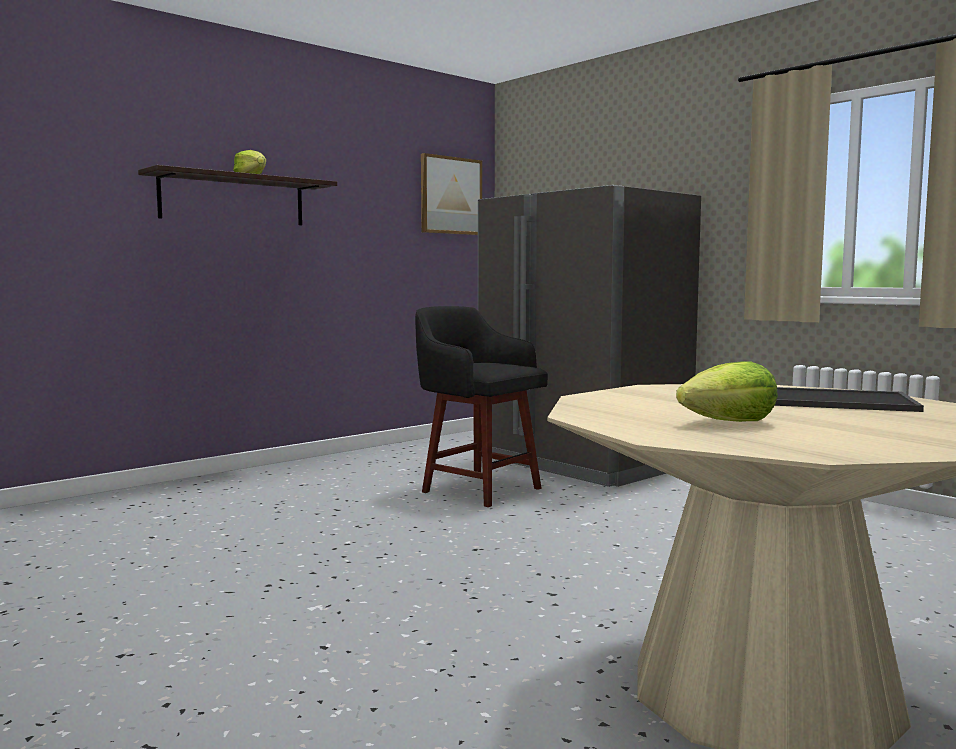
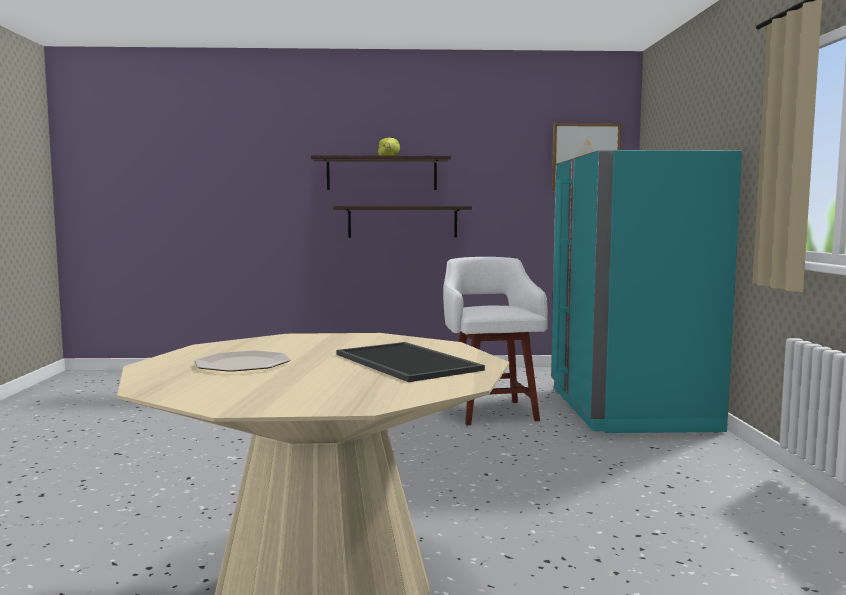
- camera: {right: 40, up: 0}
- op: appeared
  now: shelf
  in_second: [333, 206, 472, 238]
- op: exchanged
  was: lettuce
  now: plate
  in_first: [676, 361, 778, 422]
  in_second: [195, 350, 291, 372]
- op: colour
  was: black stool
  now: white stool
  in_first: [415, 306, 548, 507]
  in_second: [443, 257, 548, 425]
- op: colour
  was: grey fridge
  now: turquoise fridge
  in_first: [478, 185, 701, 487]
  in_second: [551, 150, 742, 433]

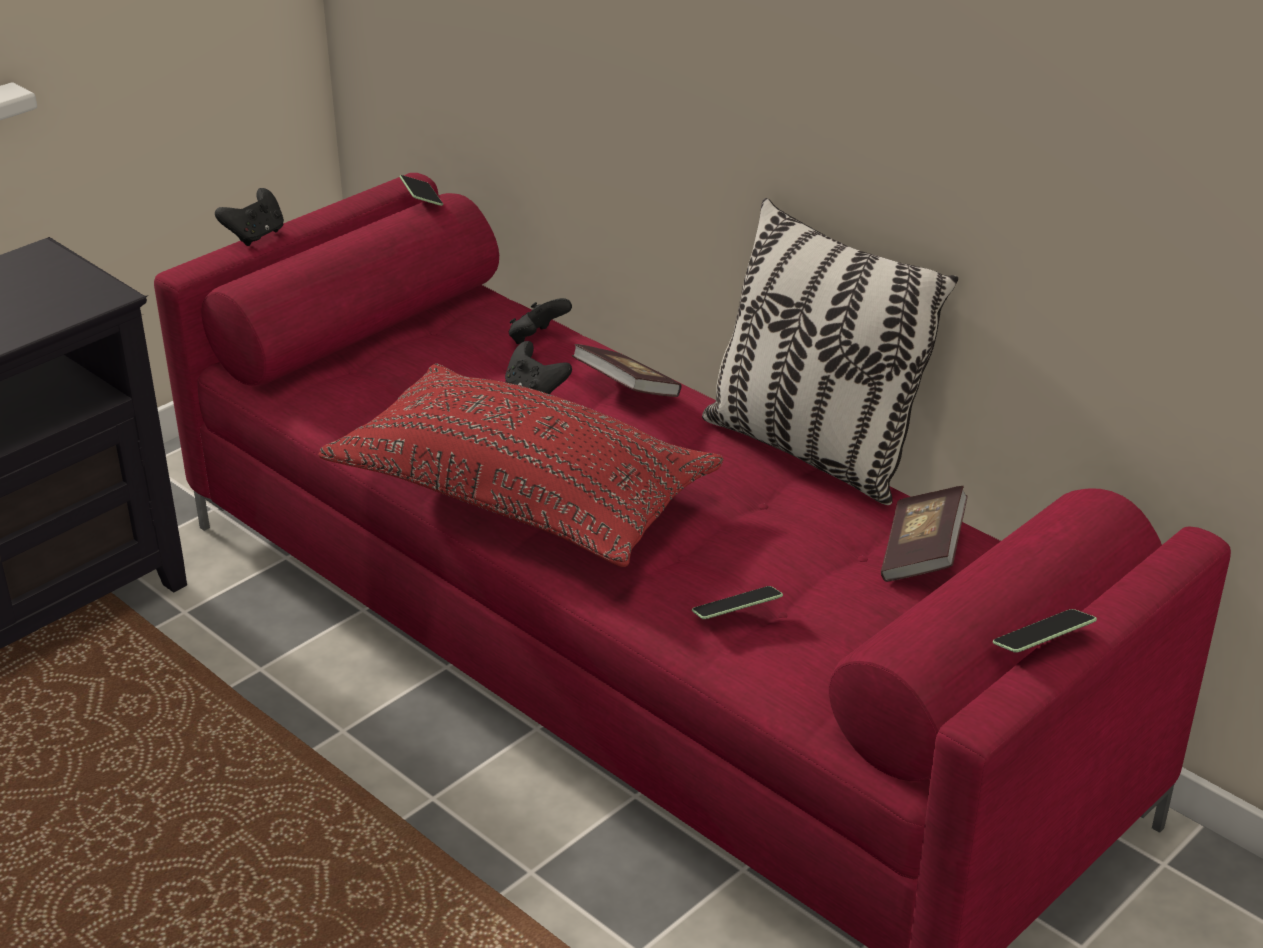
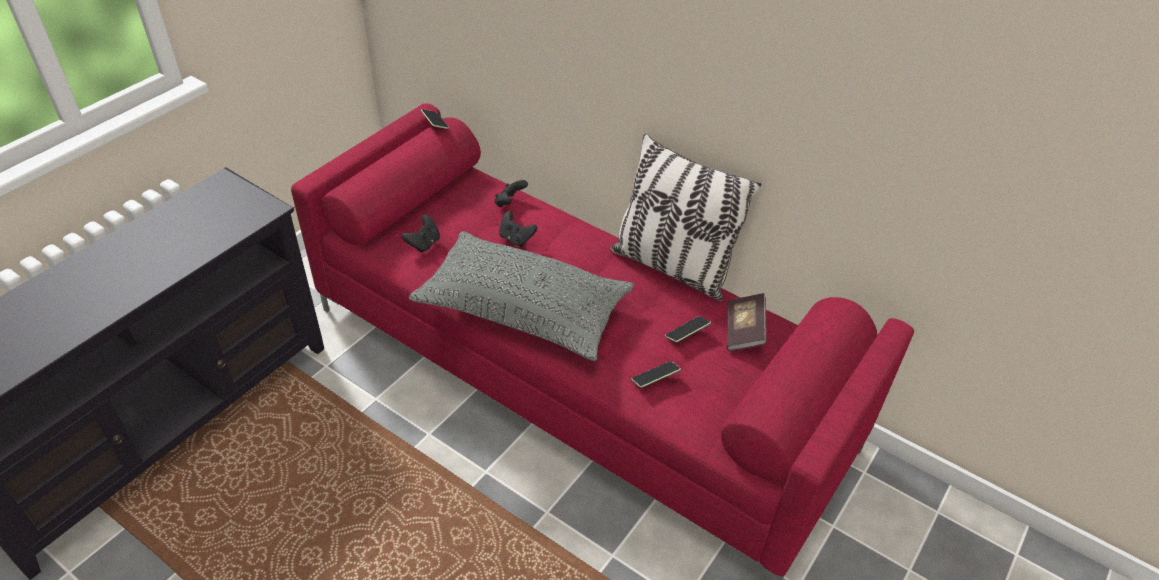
- camera: {right: -10, up: 10}
- op: missing
  was: book
  in_first: [572, 344, 681, 397]
- op: relocated
  was: black game controller
  in_first: [215, 188, 284, 246]
  in_second: [402, 215, 440, 253]
- op: relocated
  was: phone
  in_first: [993, 609, 1097, 653]
  in_second: [665, 316, 711, 342]
- op: colour
  was: red pillow
  now: grey pillow
  in_first: [318, 364, 724, 567]
  in_second: [409, 231, 634, 361]

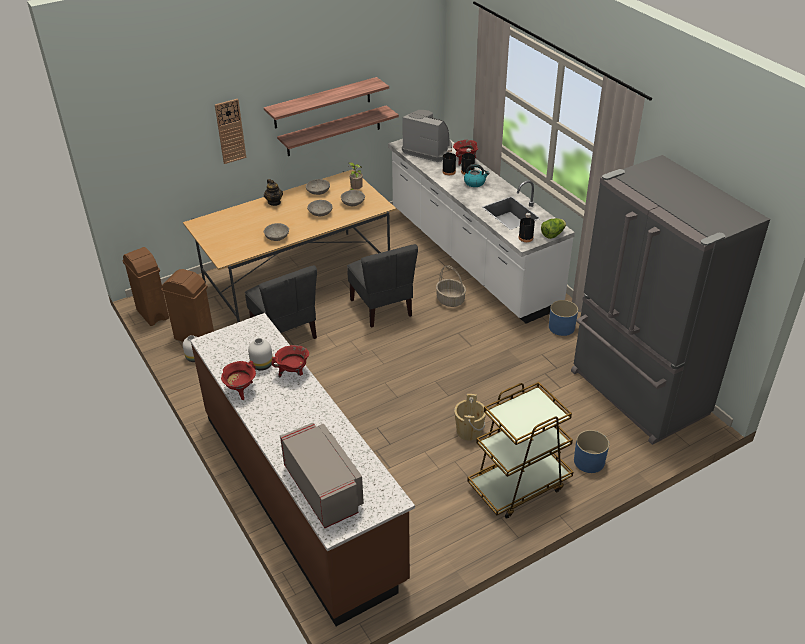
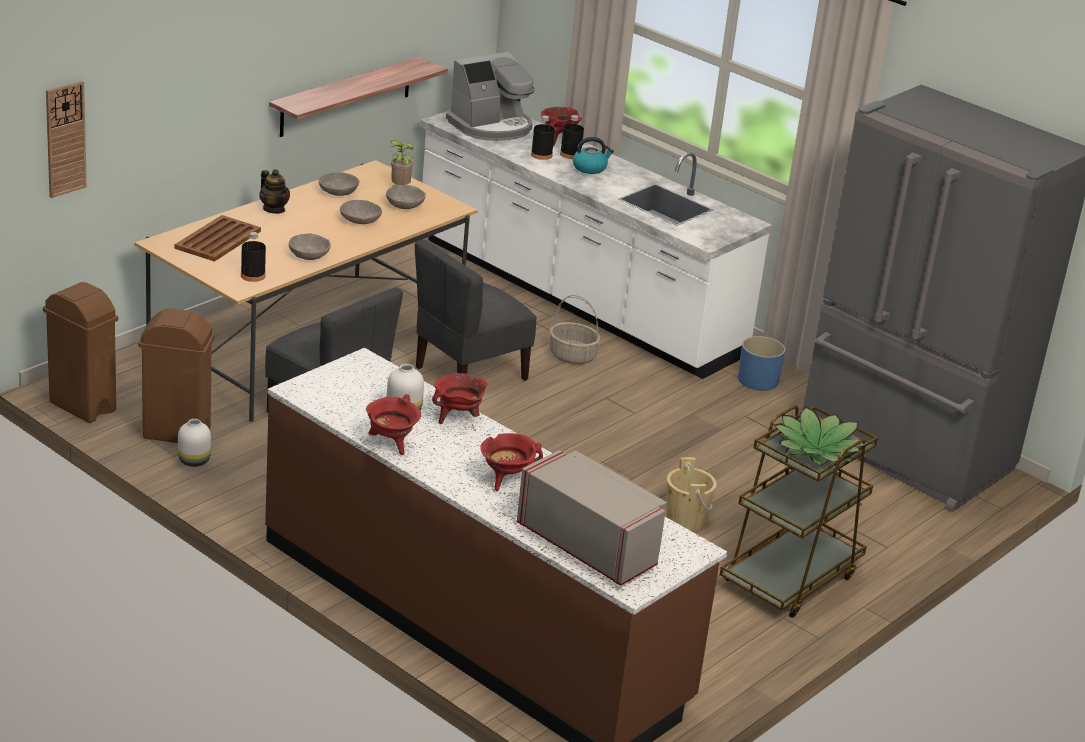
- camera: {right: -20, up: -10}
- op: missing
  was: shelf
  in_first: [264, 77, 389, 129]
- op: missing
  was: lettuce
  in_first: [541, 218, 566, 239]
- op: missing
  was: blue planter
  in_first: [574, 430, 609, 473]
- op: appeared
  now: brown tray
  in_second: [175, 215, 261, 262]
- op: appeared
  now: red cooking pot
  in_second: [480, 433, 543, 491]
- op: appeared
  now: potted plant
  in_second: [774, 406, 869, 466]
- op: relocated
  was: wall clock
  in_first: [215, 99, 246, 164]
  in_second: [46, 81, 87, 198]
- op: relocated
  was: black bottle
  in_first: [519, 213, 535, 242]
  in_second: [241, 232, 266, 282]
- op: spun
  was: grey chair
  in_first: [347, 244, 418, 328]
  in_second: [415, 239, 537, 381]
  clockwise: 90
- op: spun
  was: coffee machine
  in_first: [402, 110, 452, 162]
  in_second: [446, 52, 535, 141]
  clockwise: 135

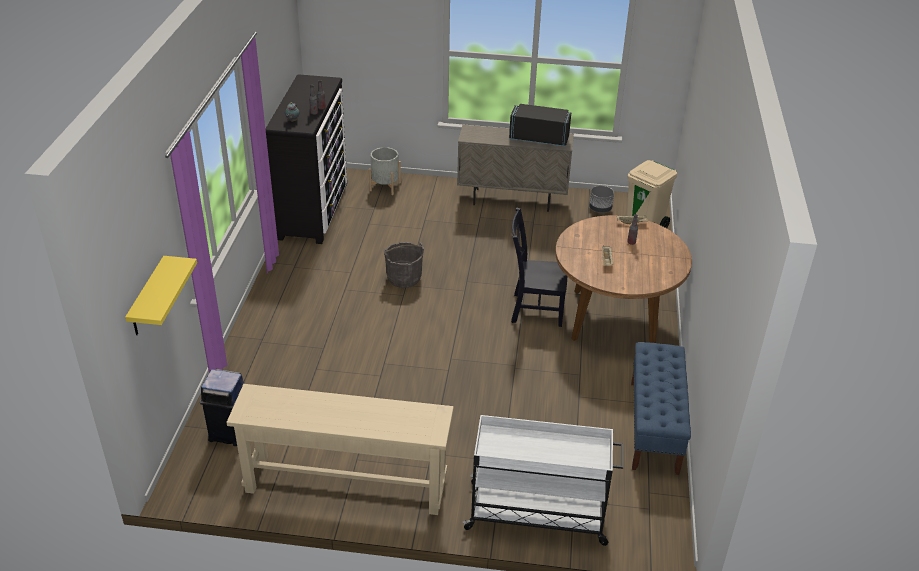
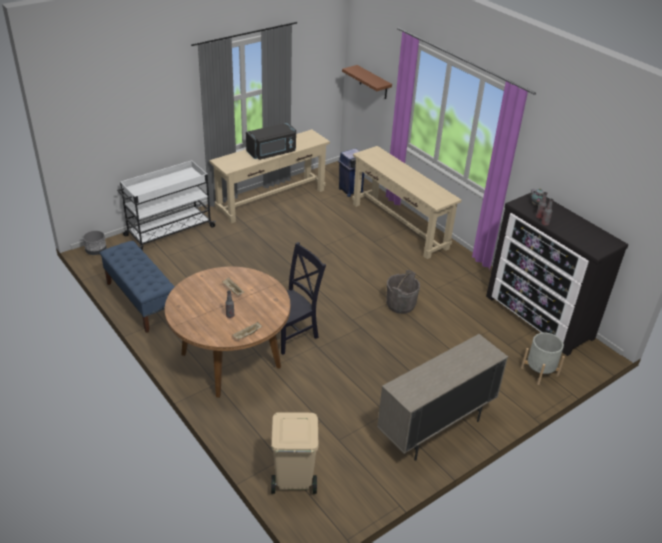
- camera: {right: 135, up: 0}
- op: appeared
  now: beige console table
  in_second: [352, 146, 462, 259]
- op: relocated
  was: black microwave
  in_first: [509, 104, 571, 147]
  in_second: [246, 123, 296, 160]
- op: relocated
  was: grey planter
  in_first: [589, 186, 614, 213]
  in_second: [83, 230, 107, 255]
- op: colour
  was: yellow shelf
  now: brown shelf
  in_first: [125, 256, 197, 335]
  in_second: [342, 65, 392, 99]

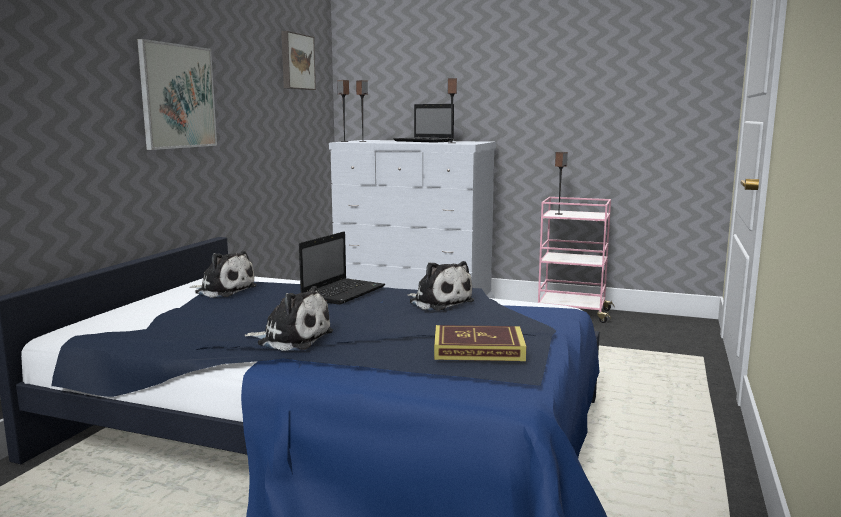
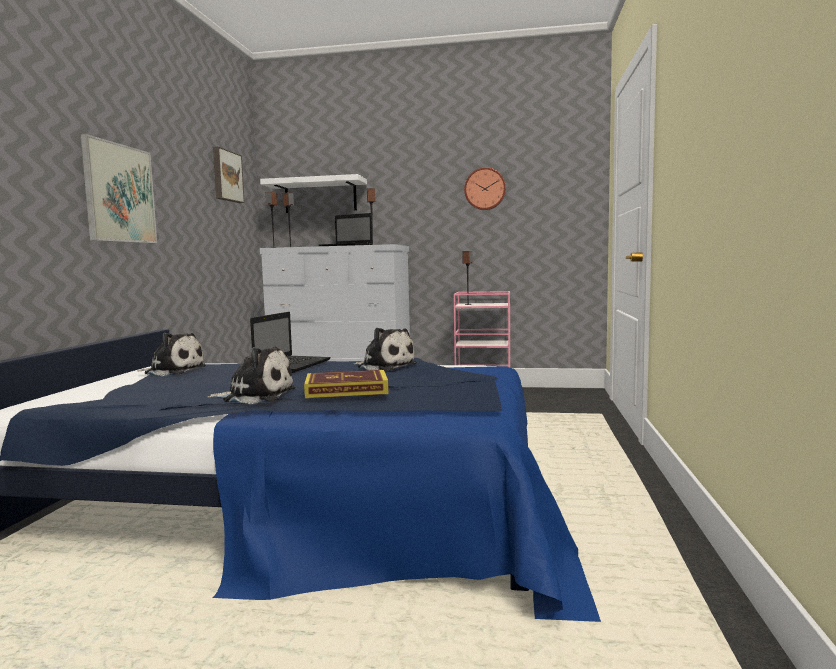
- camera: {right: -10, up: -5}
- op: appeared
  now: white shelf
  in_second: [260, 174, 367, 213]
- op: appeared
  now: wall clock
  in_second: [464, 168, 506, 210]
- op: relocated
  was: book
  in_first: [434, 325, 526, 361]
  in_second: [304, 370, 389, 398]

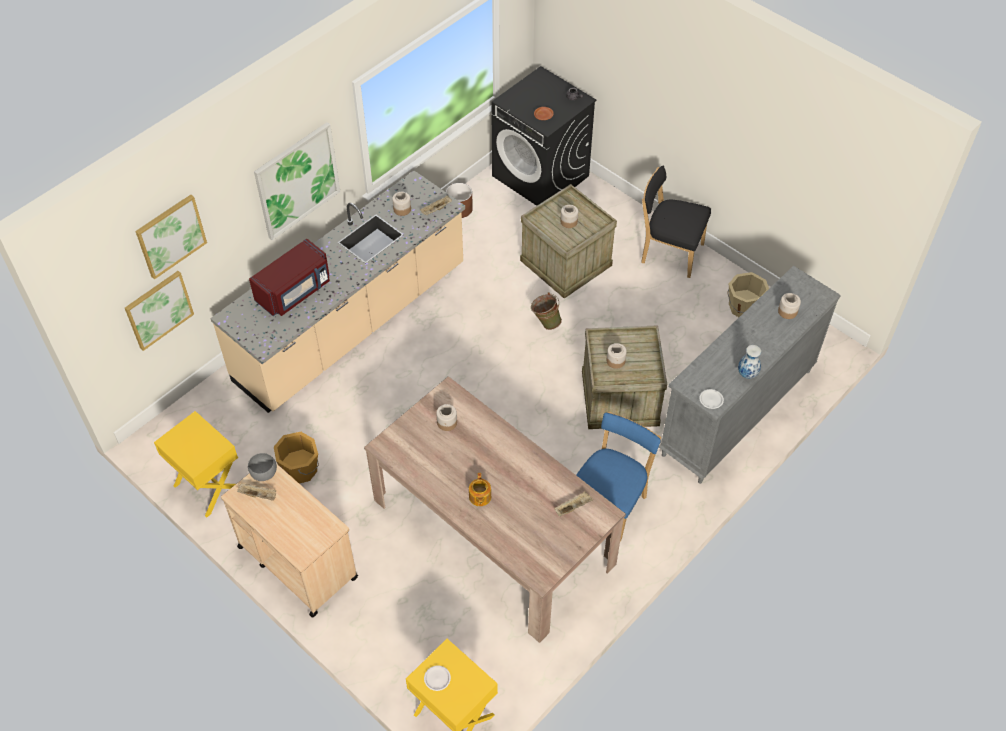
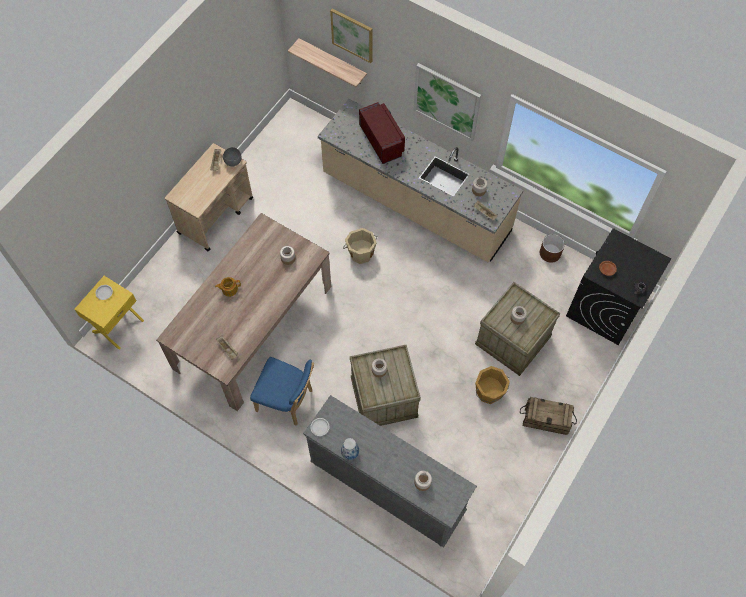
- camera: {right: 80, up: 10}
- op: missing
  was: yellow nightstand
  in_first: [154, 411, 238, 517]
- op: missing
  was: green bucket
  in_first: [531, 292, 562, 330]
- op: relocated
  was: orange bucket
  in_first: [274, 432, 319, 484]
  in_second: [475, 366, 510, 404]
- op: relocated
  was: beige bucket
  in_first: [727, 272, 769, 317]
  in_second: [343, 228, 377, 264]
- op: exchanged
  was: picture
  now: shelf
  in_first: [125, 271, 194, 351]
  in_second: [288, 38, 367, 87]
- op: exchanged
  was: black chair
  now: crate
  in_first: [641, 166, 711, 278]
  in_second: [520, 397, 577, 435]
- op: spun
  was: red microwave
  in_first: [249, 238, 330, 316]
  in_second: [359, 102, 405, 164]
  clockwise: -150

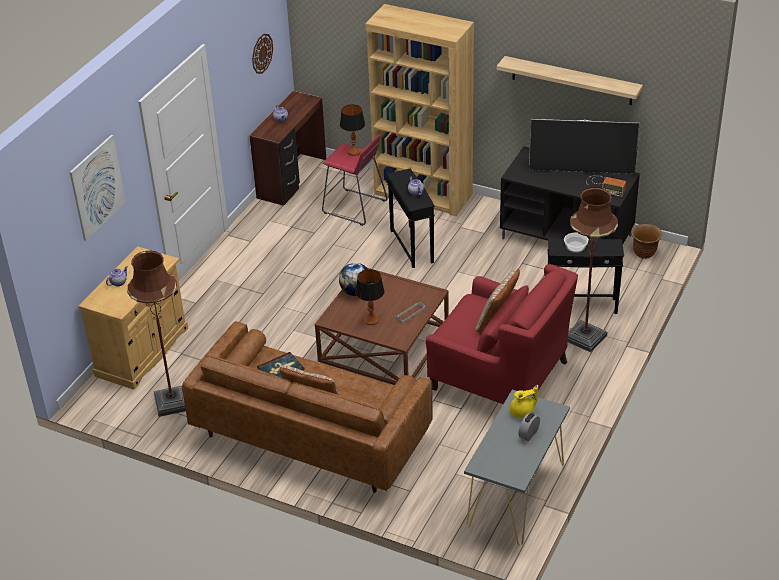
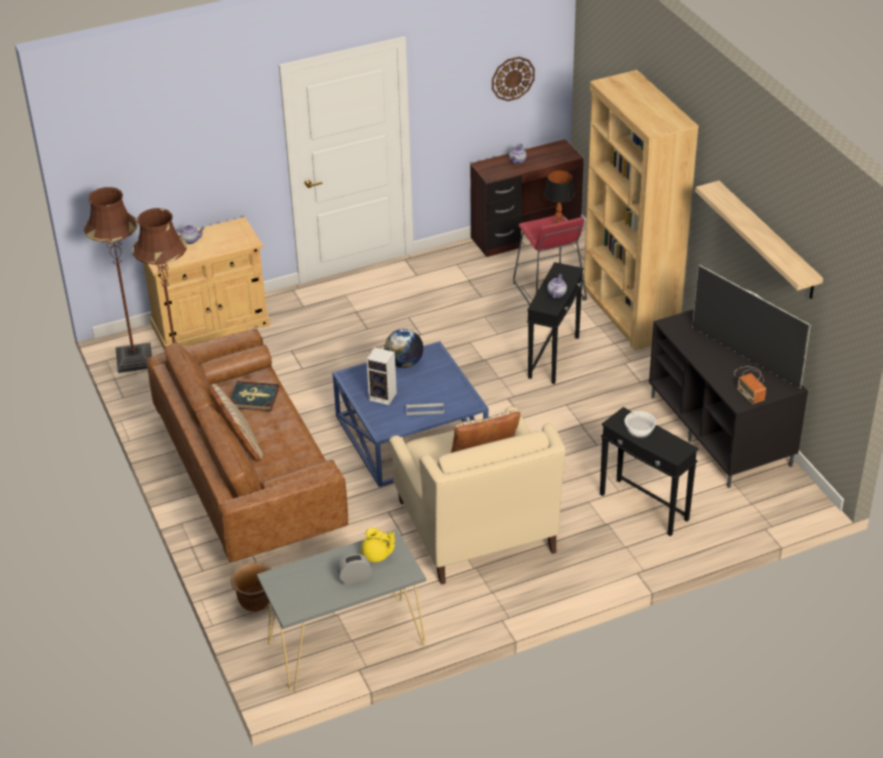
- camera: {right: 40, up: 0}
- op: missing
  was: picture
  in_first: [70, 135, 126, 241]
- op: relocated
  was: brown floor lamp
  in_first: [568, 187, 618, 353]
  in_second: [84, 187, 152, 373]
- op: relocated
  was: brown planter
  in_first: [631, 224, 662, 259]
  in_second: [231, 562, 271, 612]
- op: exchanged
  was: table lamp
  now: speaker
  in_first: [355, 269, 385, 325]
  in_second: [366, 347, 397, 405]
- op: colour
  was: brown coffee table
  now: blue coffee table
  in_first: [315, 268, 449, 385]
  in_second: [332, 341, 489, 487]
- op: colour
  was: red armchair
  now: beige armchair
  in_first: [426, 264, 578, 404]
  in_second: [389, 406, 565, 585]

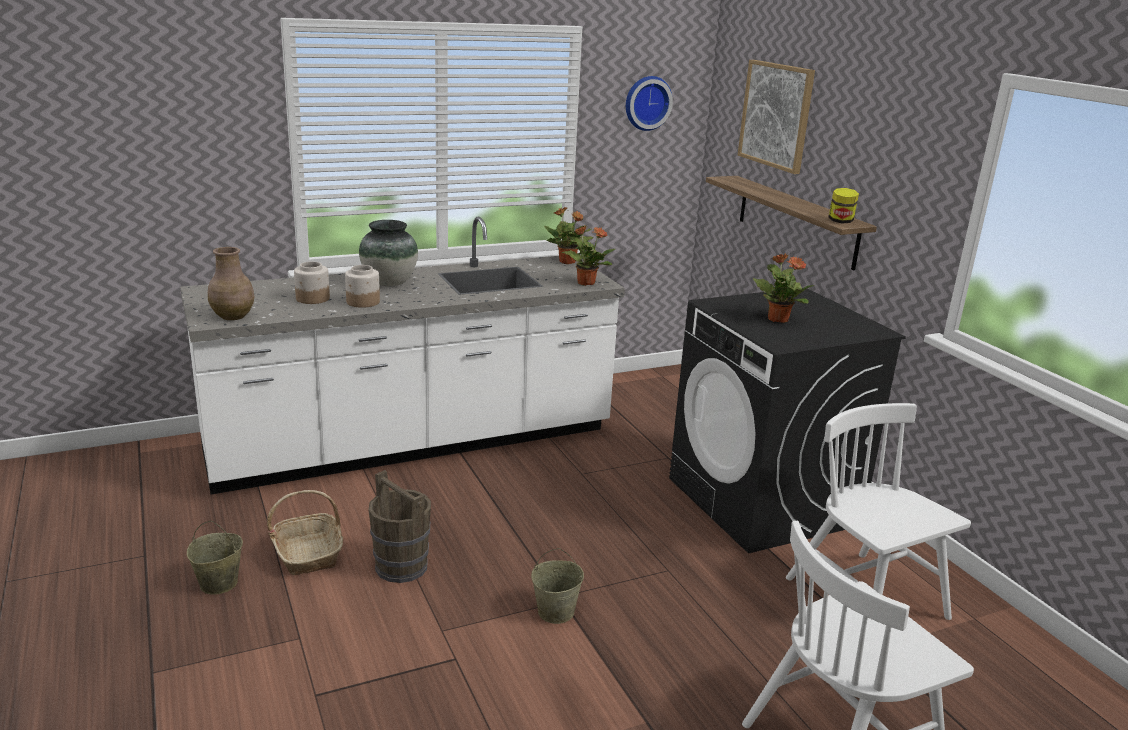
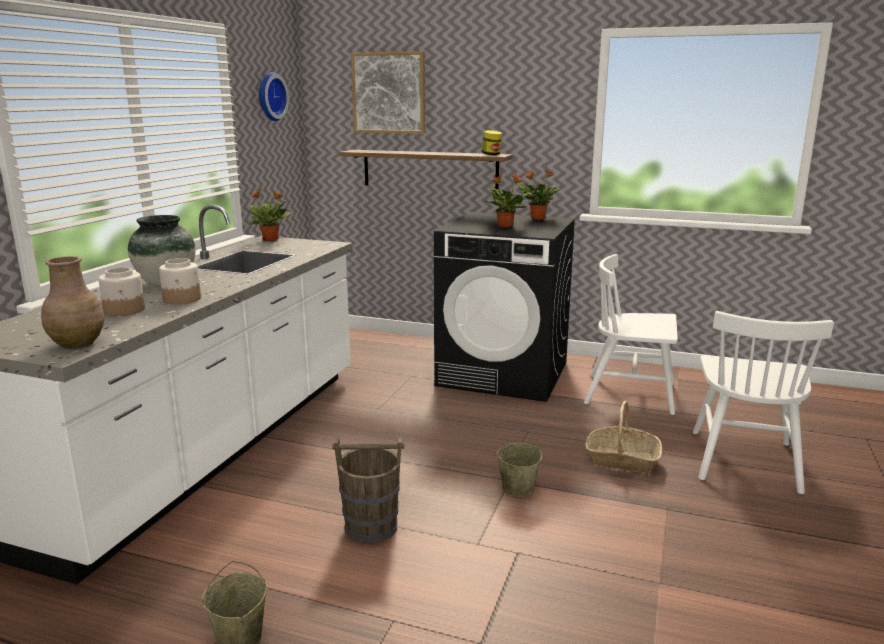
- camera: {right: -45, up: -5}
- op: relocated
  was: basket
  in_first: [267, 490, 343, 575]
  in_second: [585, 401, 662, 473]
- op: relocated
  was: potted plant
  in_first: [562, 225, 615, 286]
  in_second: [518, 169, 561, 220]

